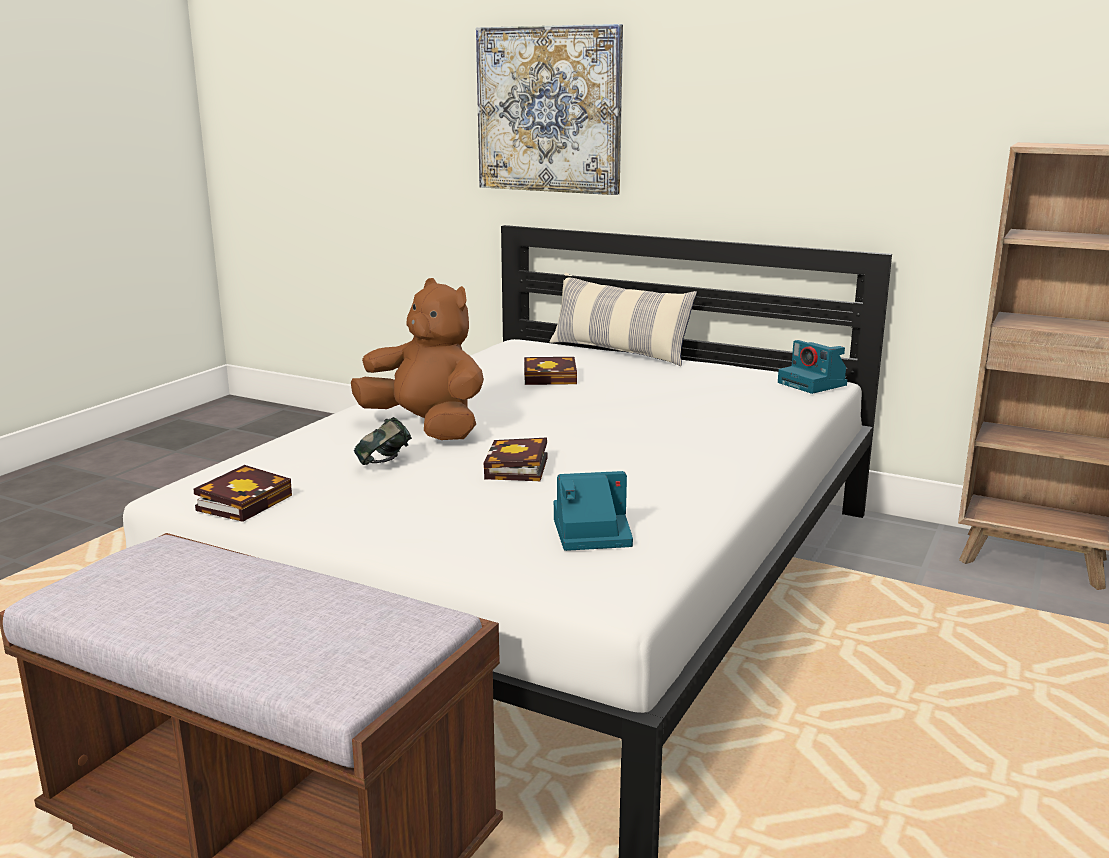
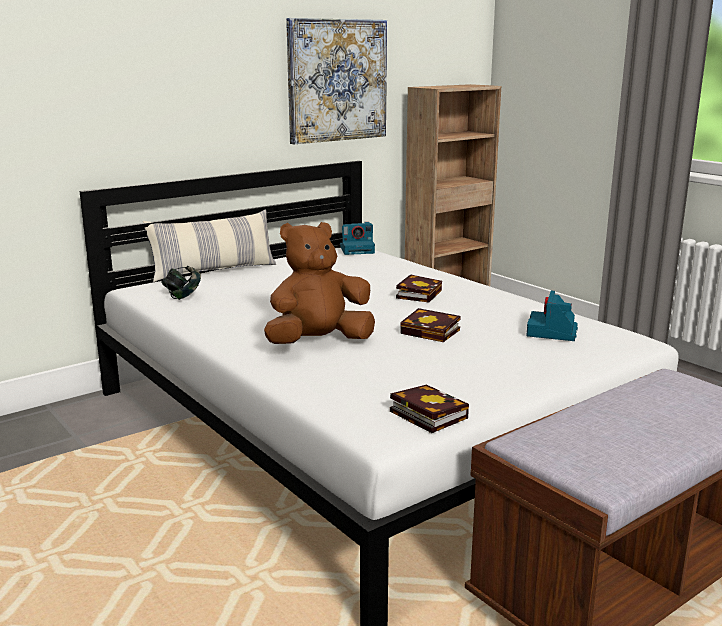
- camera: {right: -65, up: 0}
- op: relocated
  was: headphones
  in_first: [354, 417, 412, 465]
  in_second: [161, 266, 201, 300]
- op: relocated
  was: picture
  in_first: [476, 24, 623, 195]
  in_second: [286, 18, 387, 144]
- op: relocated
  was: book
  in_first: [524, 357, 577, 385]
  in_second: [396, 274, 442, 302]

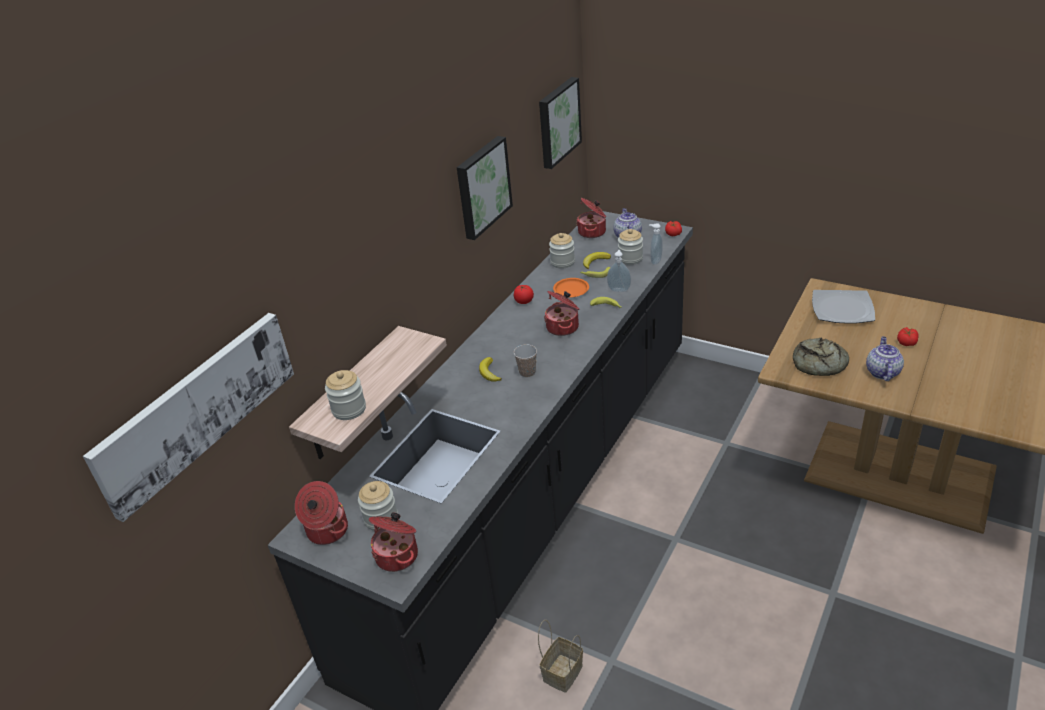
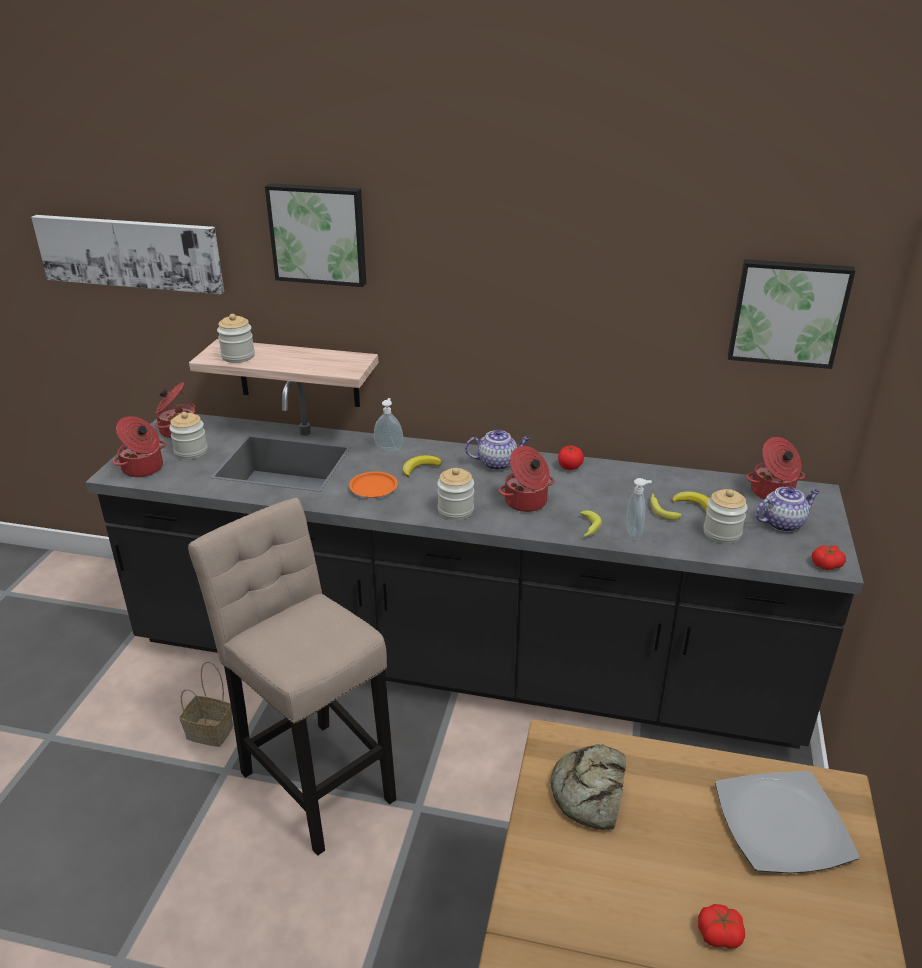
- camera: {right: 70, up: -5}
- op: missing
  was: cup
  in_first: [514, 344, 537, 378]
- op: appeared
  now: beige stool
  in_second: [188, 498, 396, 856]
- op: relocated
  was: picture
  in_first: [457, 136, 513, 240]
  in_second: [265, 183, 366, 287]
- op: relocated
  was: jar
  in_first: [549, 233, 575, 269]
  in_second: [437, 468, 474, 520]
- op: relocated
  was: orange plate
  in_first: [553, 278, 589, 298]
  in_second: [349, 471, 398, 498]
- op: relocated
  was: soap dispenser
  in_first: [649, 223, 663, 265]
  in_second: [374, 398, 403, 452]
- op: relocated
  was: teapot
  in_first: [866, 336, 904, 381]
  in_second: [465, 429, 531, 470]

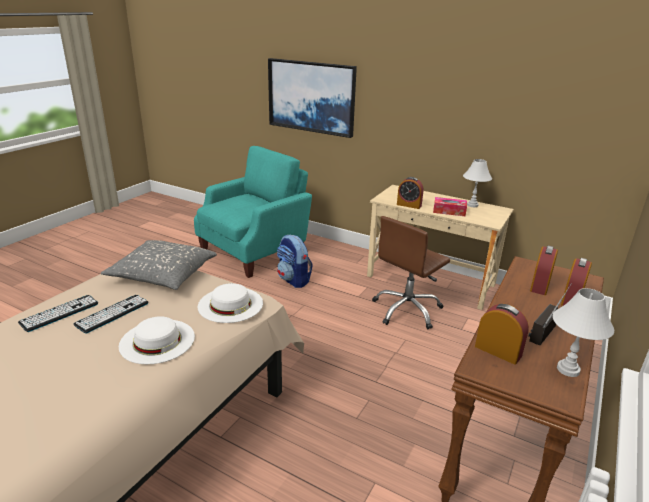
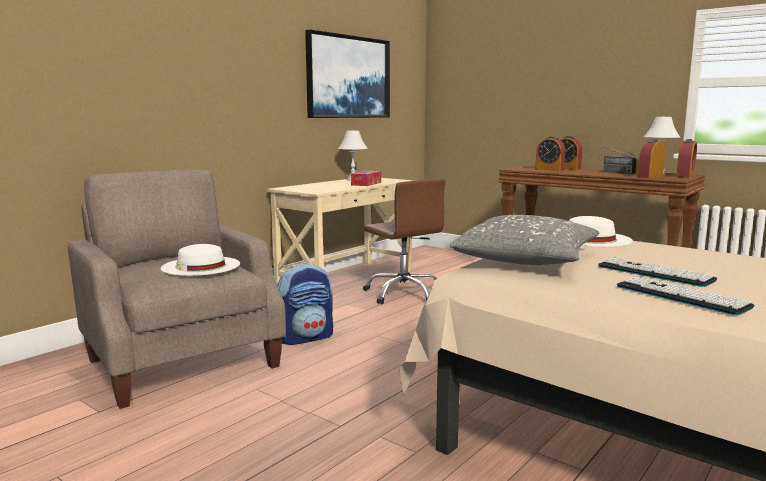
- camera: {right: -80, up: -15}
- op: relocated
  was: white hat
  in_first: [119, 316, 195, 364]
  in_second: [161, 244, 240, 276]
- op: relocated
  was: picture
  in_first: [268, 58, 357, 138]
  in_second: [305, 29, 390, 118]
- op: relocated
  was: alarm clock
  in_first: [397, 177, 424, 209]
  in_second: [676, 139, 697, 178]
- op: colour
  was: turquoise armchair
  now: beige armchair
  in_first: [194, 146, 312, 278]
  in_second: [68, 170, 286, 409]

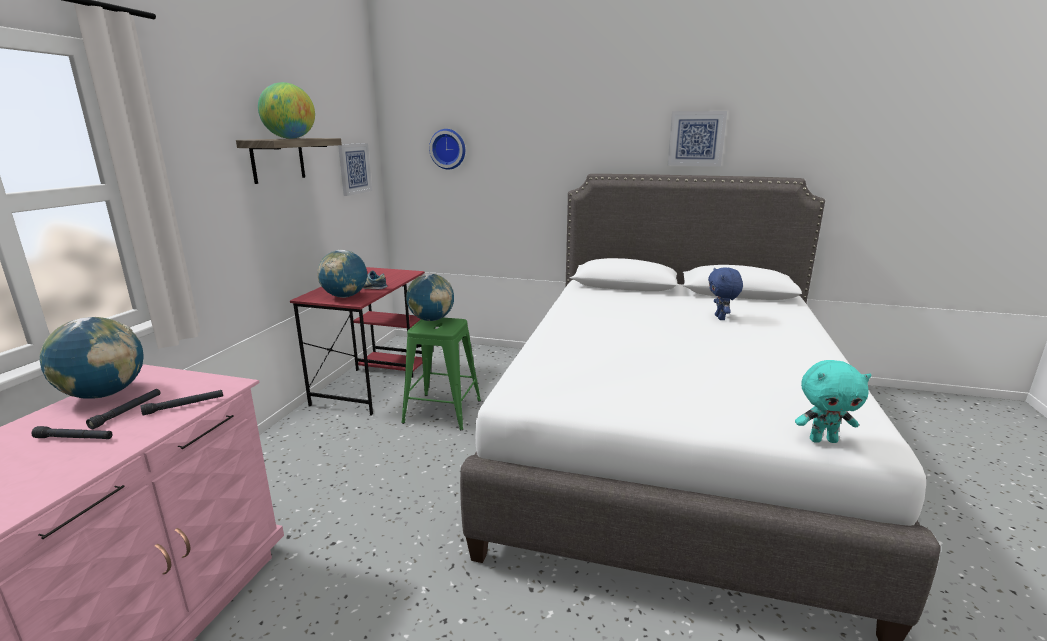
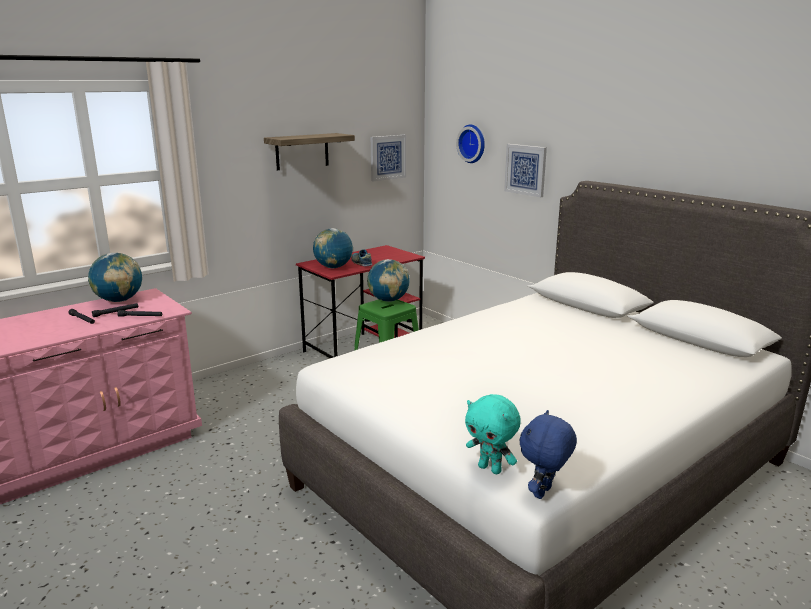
- camera: {right: 35, up: 0}
- op: missing
  was: globe
  in_first: [258, 82, 315, 139]
- op: relocated
  was: picture
  in_first: [667, 111, 727, 166]
  in_second: [504, 144, 547, 197]
- op: relocated
  was: blue plush toy
  in_first: [708, 267, 743, 320]
  in_second: [520, 410, 577, 499]

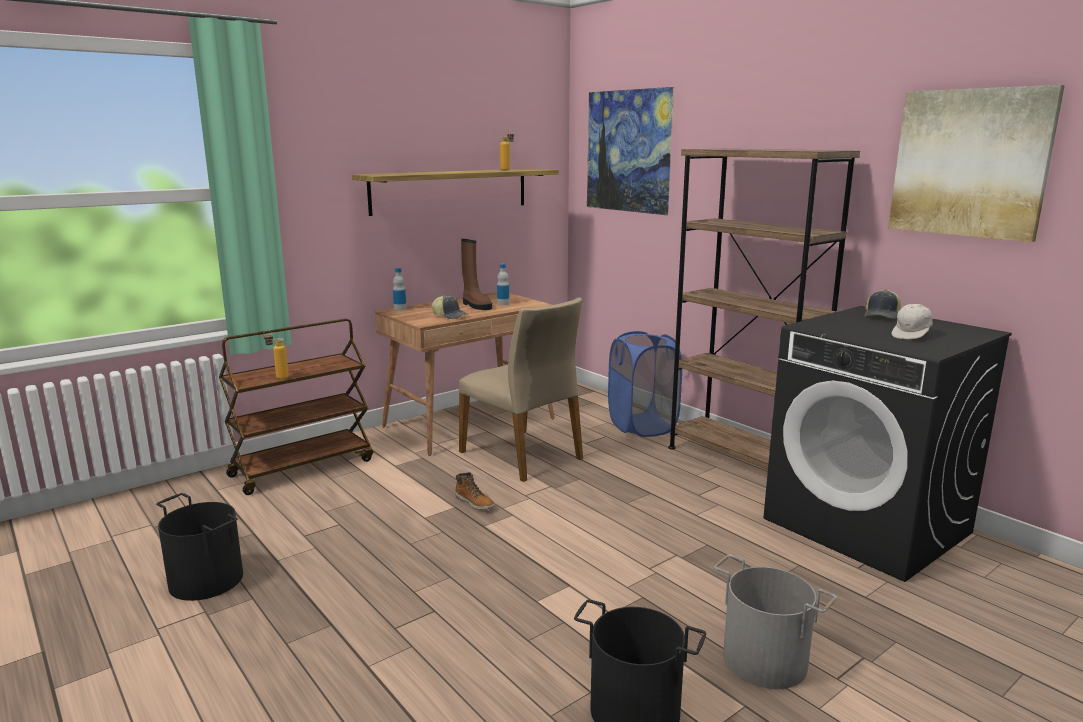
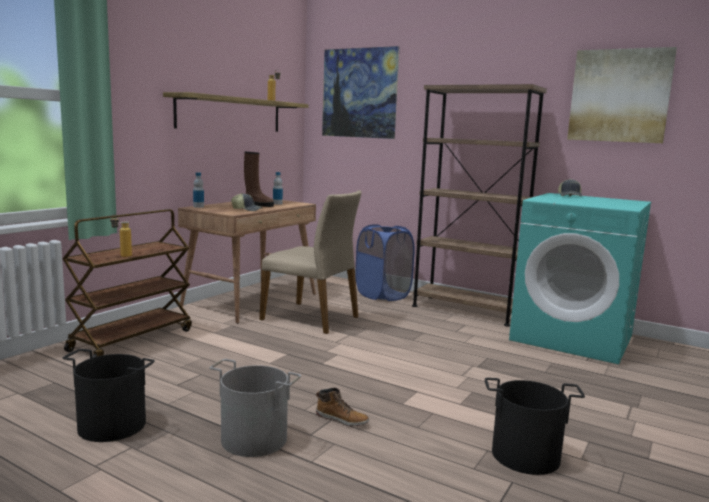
- camera: {right: -20, up: -5}
- op: missing
  was: white cap
  in_first: [892, 304, 933, 339]
- op: relocated
  was: boot
  in_first: [455, 472, 495, 510]
  in_second: [316, 388, 369, 426]
- op: relocated
  was: grey bucket
  in_first: [714, 554, 837, 689]
  in_second: [209, 359, 301, 457]
- op: colour
  was: black washing machine
  now: turquoise washing machine
  in_first: [763, 306, 1012, 582]
  in_second: [509, 193, 651, 364]

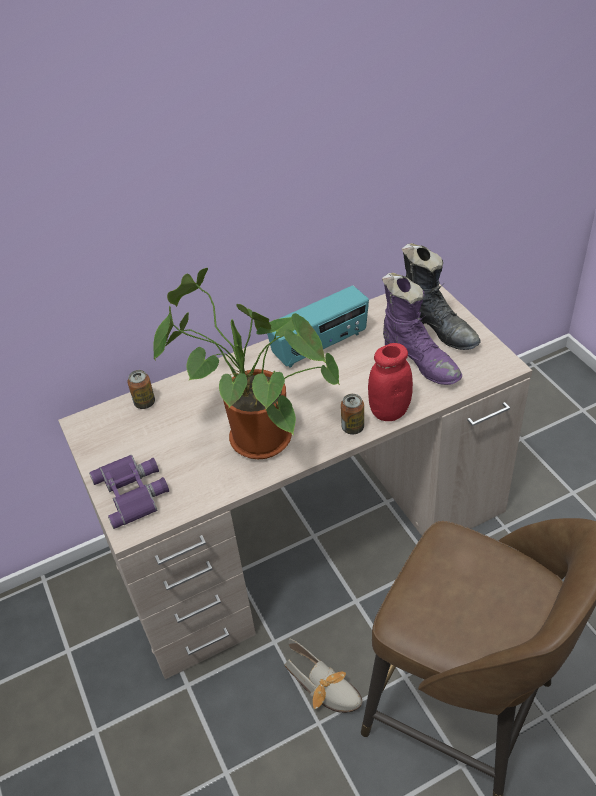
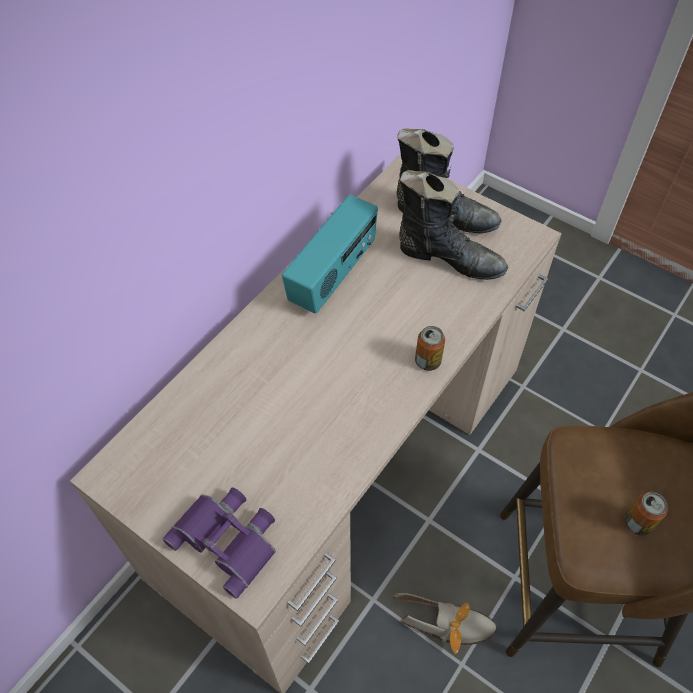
- camera: {right: -30, up: 10}
- op: missing
  was: potted plant
  in_first: [153, 268, 340, 459]
- op: missing
  was: red jar
  in_first: [368, 343, 413, 421]
- op: relocated
  was: can
  in_first: [128, 370, 155, 409]
  in_second: [624, 492, 668, 536]
- op: colour
  was: purple boot
  now: black boot
  in_first: [382, 273, 462, 385]
  in_second: [399, 170, 508, 280]

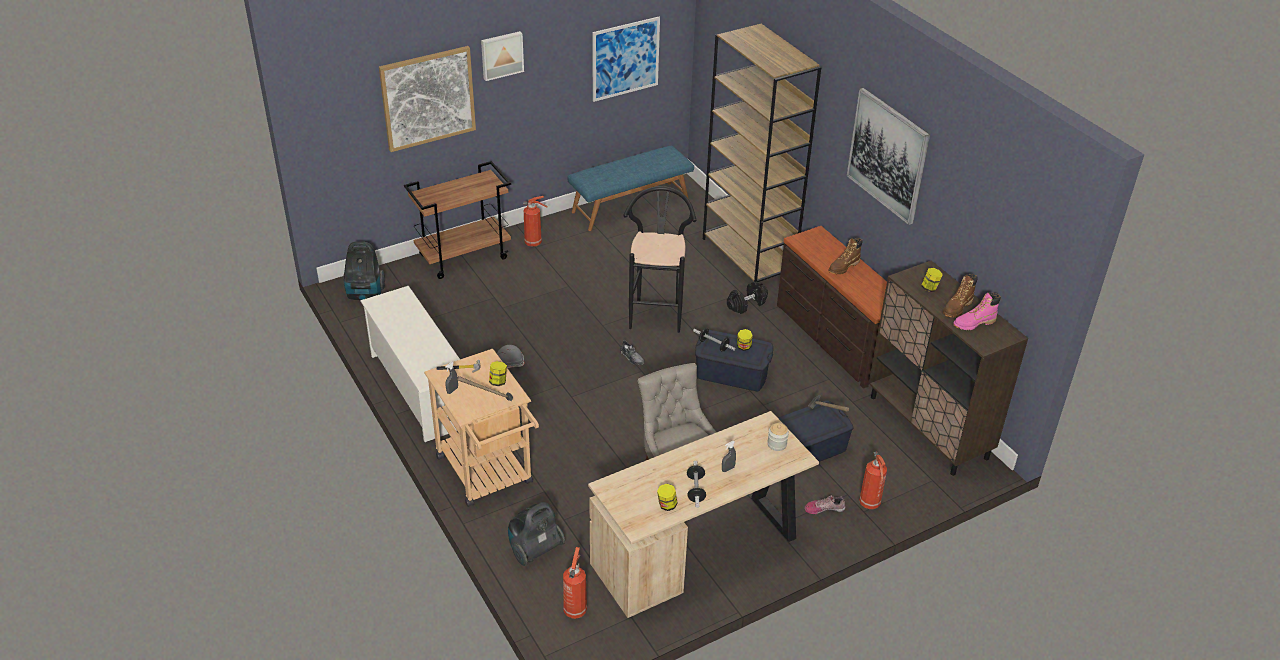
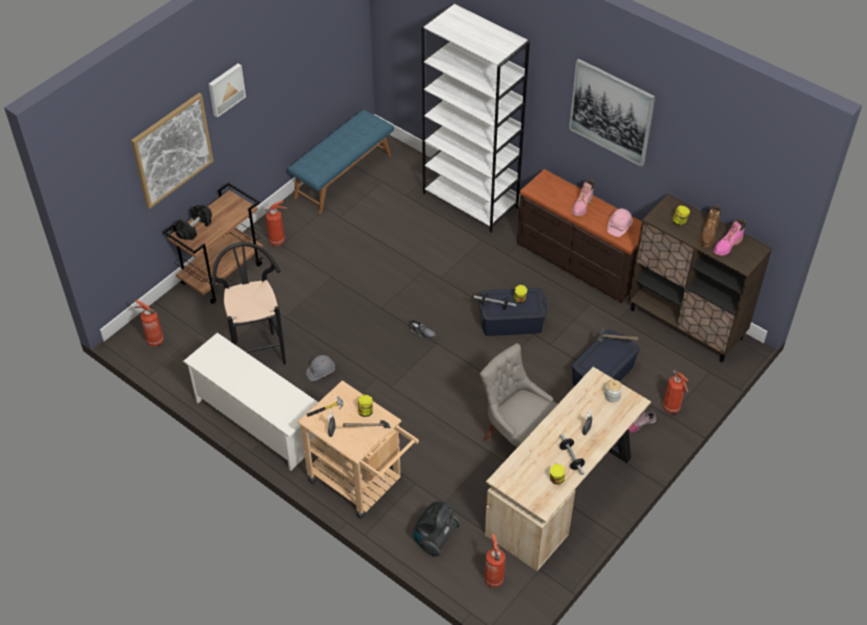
- camera: {right: -20, up: 10}
- op: missing
  was: picture
  in_first: [592, 17, 660, 102]
- op: appeared
  now: pink hard hat
  in_second: [607, 208, 633, 237]
- op: relocated
  was: black stool
  in_first: [623, 186, 696, 333]
  in_second: [211, 242, 286, 365]
- op: relocated
  was: black dumbbell
  in_first: [727, 282, 768, 314]
  in_second: [175, 205, 212, 240]
- op: exchanged
  was: vacuum cleaner
  now: fire extinguisher
  in_first: [343, 241, 385, 300]
  in_second: [134, 299, 164, 347]
- op: colour
  was: brown bookcase
  now: white bookcase
  in_first: [703, 24, 821, 282]
  in_second: [422, 4, 530, 233]
- op: colour
  was: brown boot
  now: pink boot
  in_first: [828, 238, 863, 274]
  in_second: [572, 179, 594, 217]

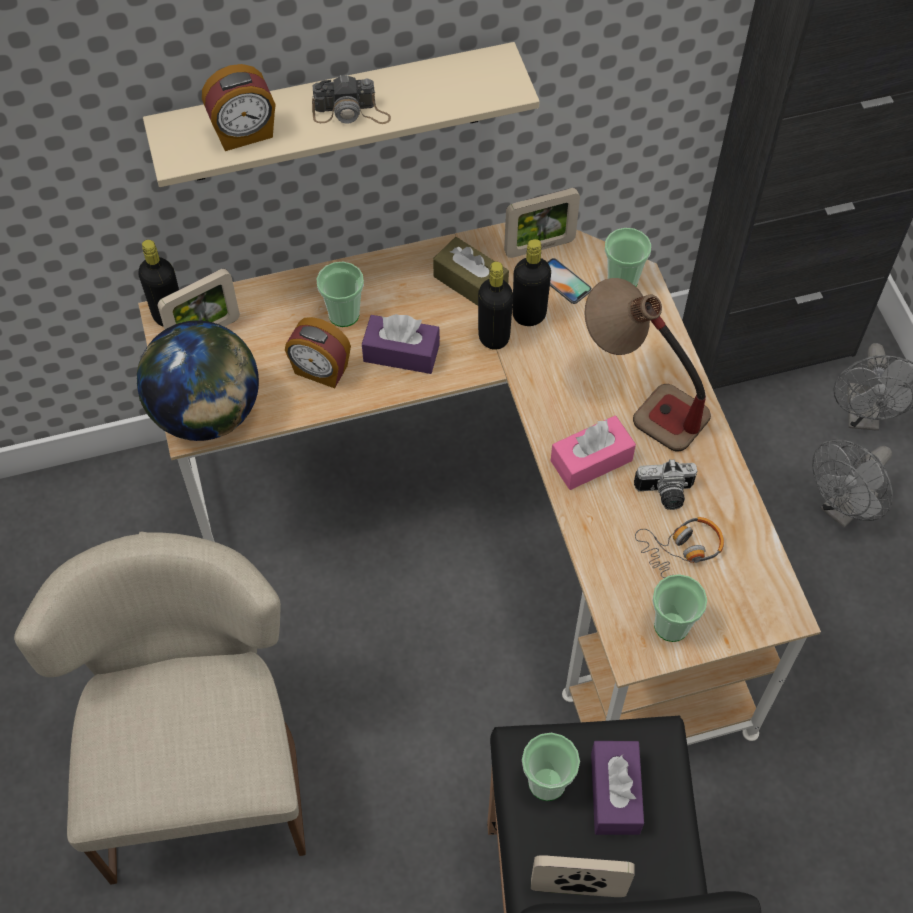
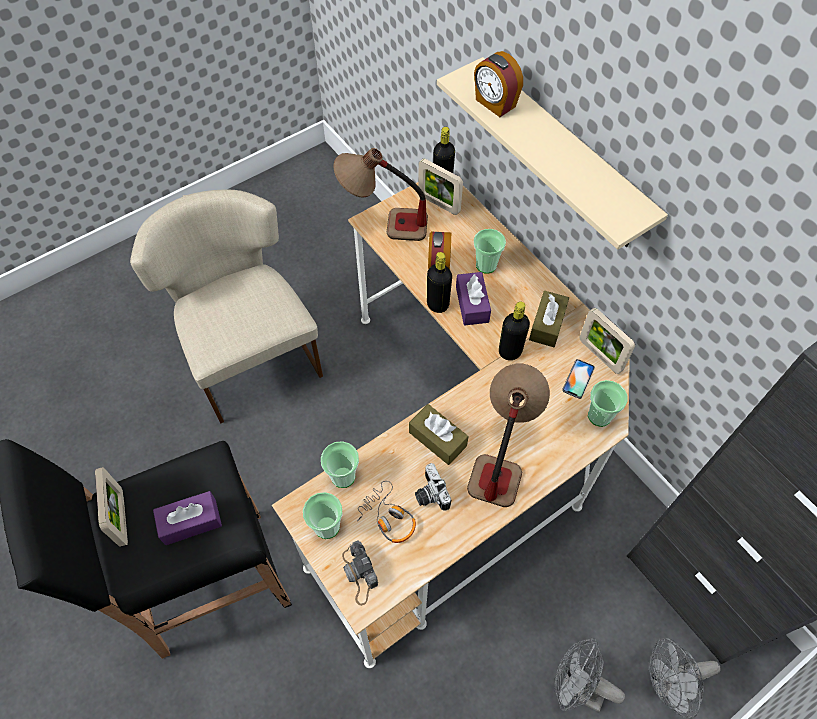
- camera: {right: 70, up: 0}
- op: relocated
  was: photo camera
  in_first: [312, 75, 391, 124]
  in_second: [342, 540, 378, 606]
- op: relocated
  was: black bottle
  in_first: [512, 239, 551, 326]
  in_second: [427, 252, 452, 313]
- op: relocated
  was: cup
  in_first: [522, 733, 580, 801]
  in_second: [321, 441, 359, 488]
- op: exchanged
  was: globe
  now: table lamp
  in_first: [137, 321, 259, 441]
  in_second: [333, 148, 428, 241]
- op: colour
  was: pink tissue box
  now: brown tissue box
  in_first: [551, 416, 636, 490]
  in_second: [409, 404, 468, 465]
- op: spun
  was: beige chair
  in_first: [14, 532, 306, 885]
  in_second: [130, 190, 323, 423]
  clockwise: -90

